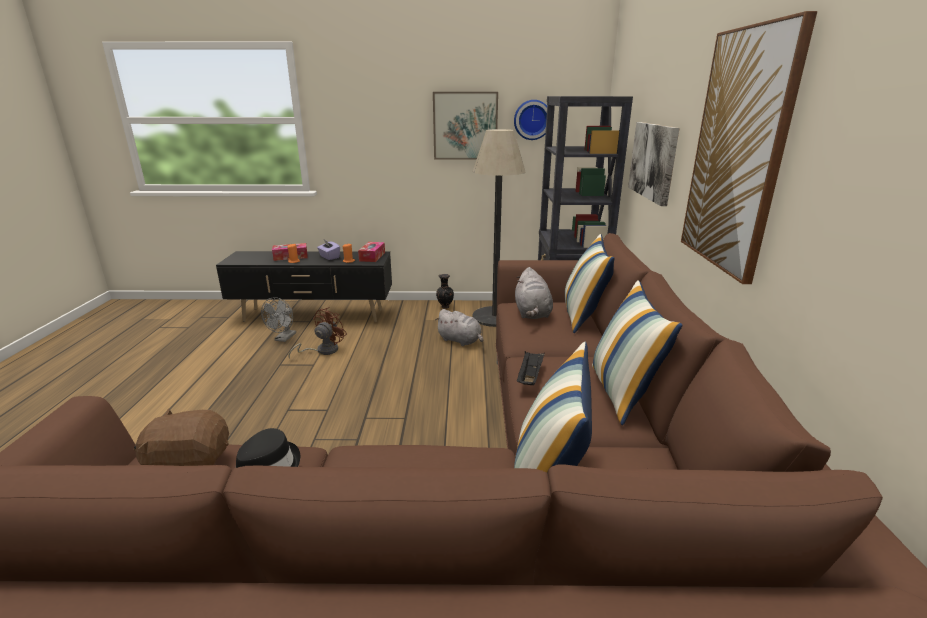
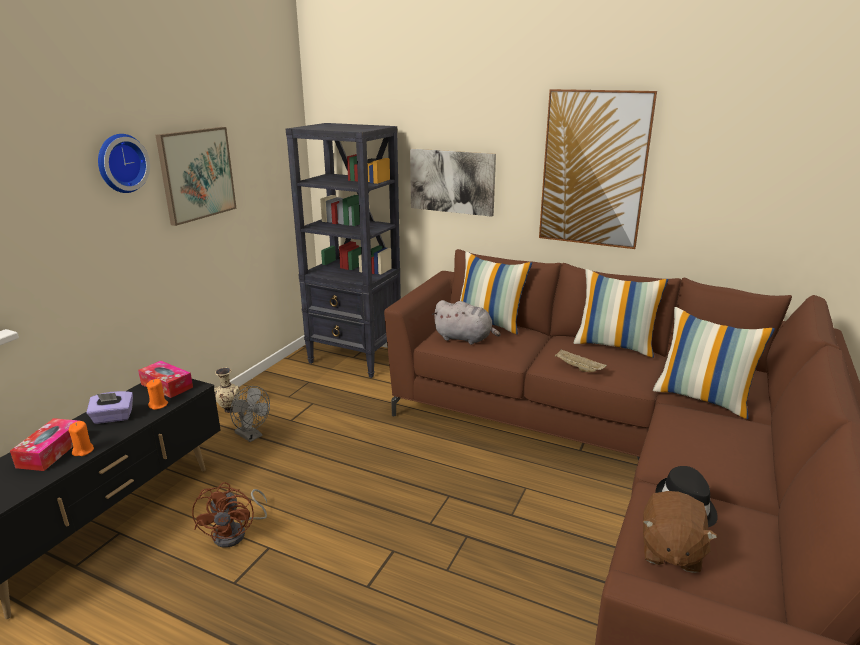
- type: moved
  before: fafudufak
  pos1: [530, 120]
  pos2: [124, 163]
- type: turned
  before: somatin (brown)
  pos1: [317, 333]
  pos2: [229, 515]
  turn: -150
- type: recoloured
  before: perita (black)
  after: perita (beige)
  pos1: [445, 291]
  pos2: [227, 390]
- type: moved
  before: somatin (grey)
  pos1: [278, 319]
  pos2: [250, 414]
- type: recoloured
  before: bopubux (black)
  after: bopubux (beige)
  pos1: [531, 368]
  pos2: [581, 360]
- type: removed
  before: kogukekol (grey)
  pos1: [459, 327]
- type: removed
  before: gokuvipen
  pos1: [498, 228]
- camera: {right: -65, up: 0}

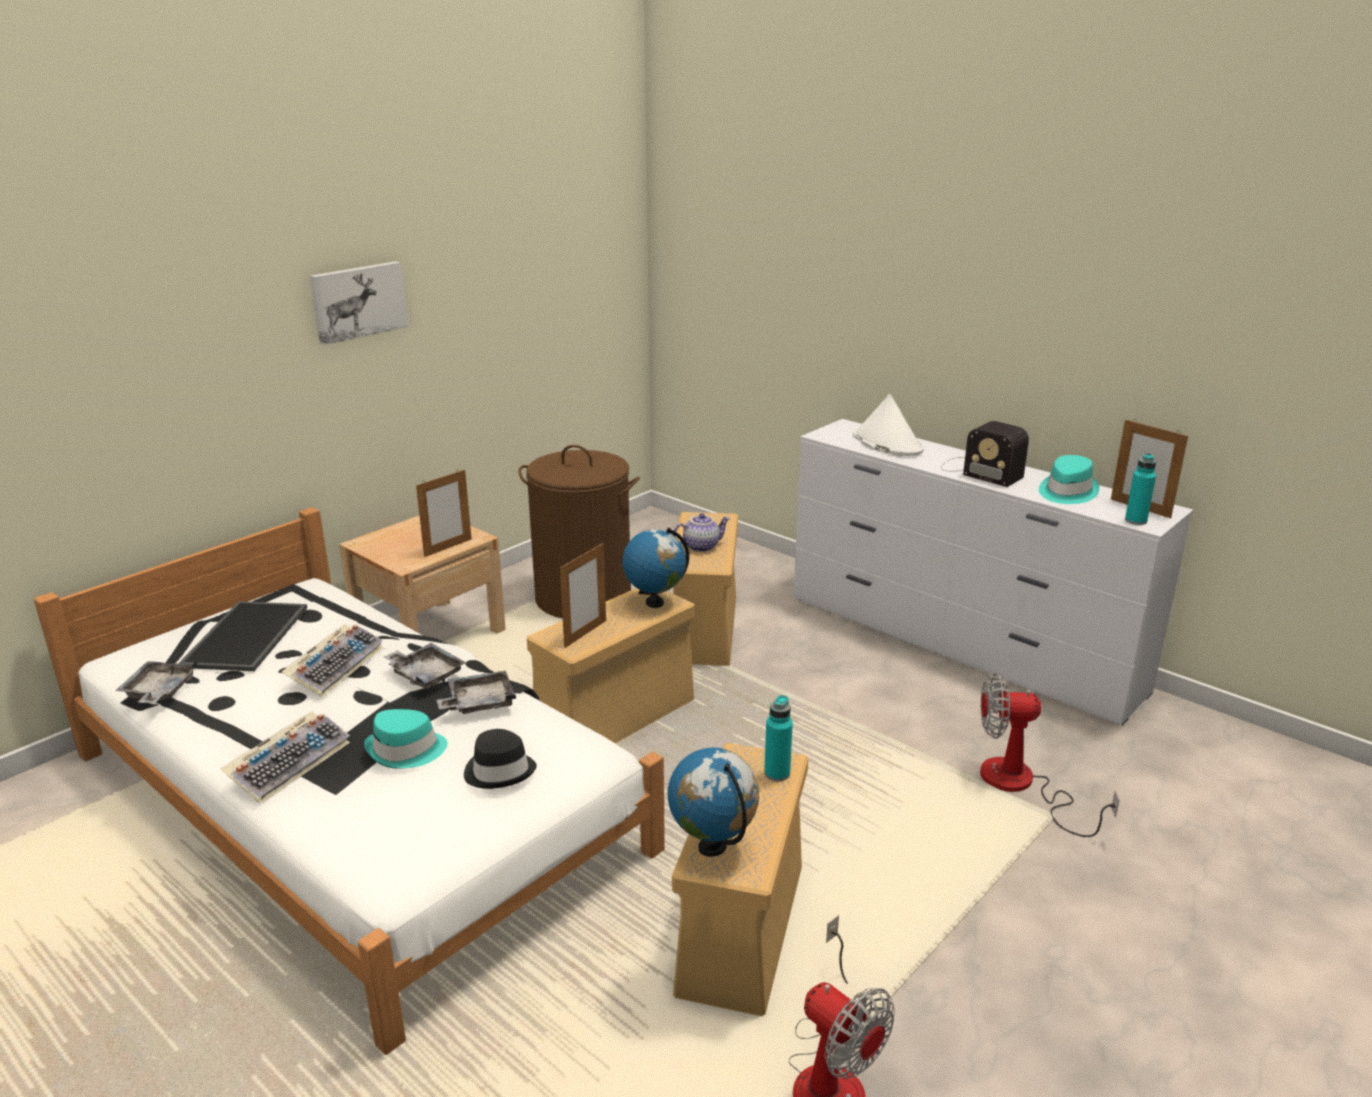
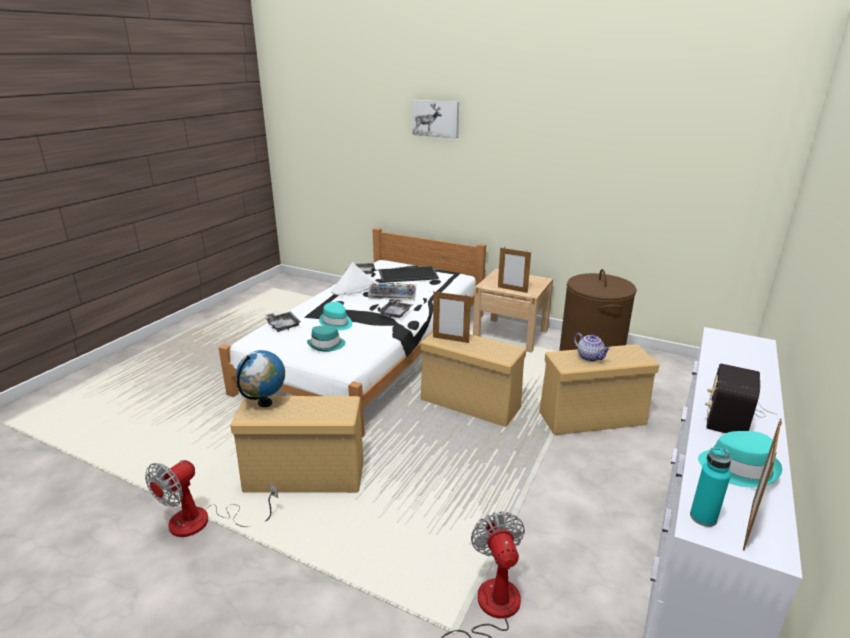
- type: moved
  before: bopubux (grey)
  pos1: [476, 692]
  pos2: [283, 322]
- type: recoloured
  before: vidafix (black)
  after: vidafix (turquoise)
  pos1: [500, 759]
  pos2: [326, 339]
- type: moved
  before: vidafix (white)
  pos1: [888, 425]
  pos2: [353, 278]
- type: moved
  before: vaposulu
  pos1: [359, 303]
  pos2: [435, 119]
- type: removed
  before: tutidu
  pos1: [285, 757]
- type: removed
  before: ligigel
  pos1: [656, 568]
- type: removed
  before: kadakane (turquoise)
  pos1: [778, 738]
- camera: {right: 75, up: 0}

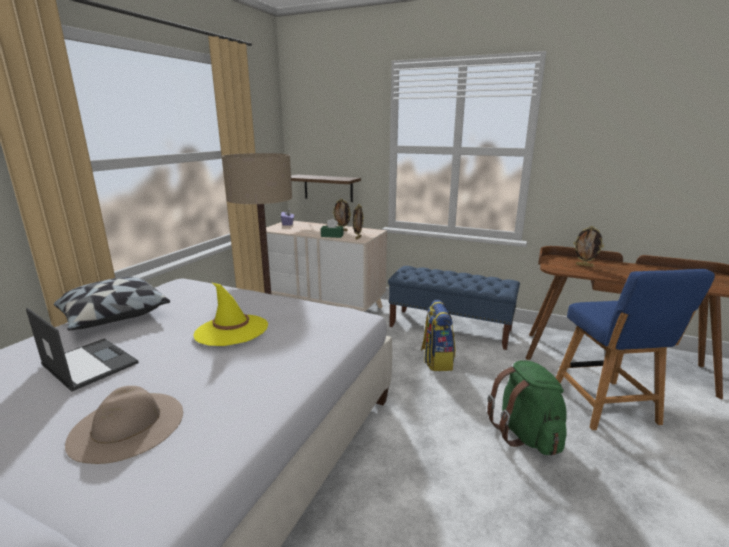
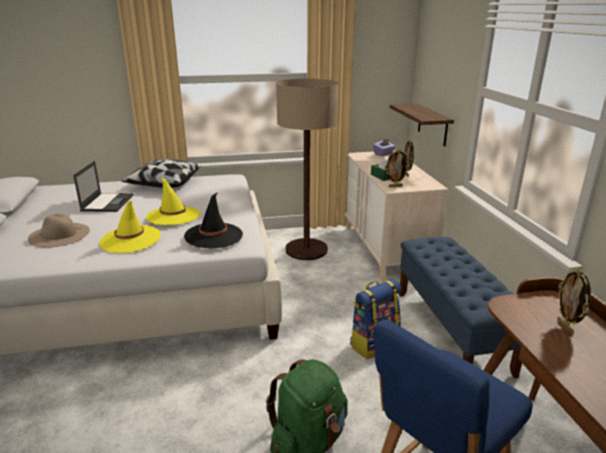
- type: added
  after: vidafix (yellow)
  pos2: [130, 227]
- type: added
  after: vidafix (black)
  pos2: [213, 220]
- camera: {right: 55, up: 5}

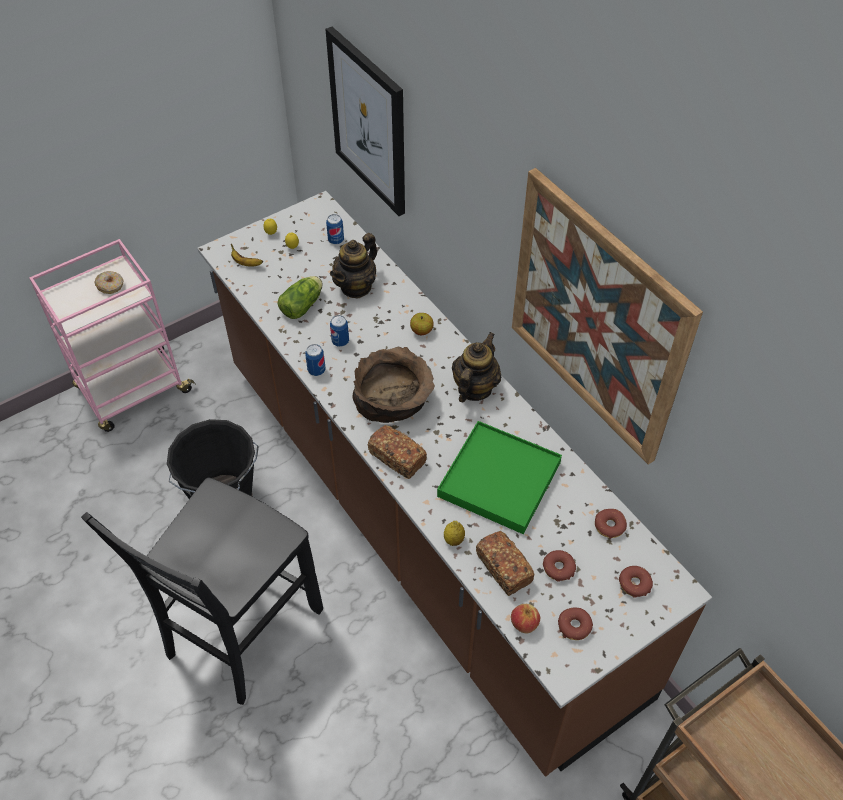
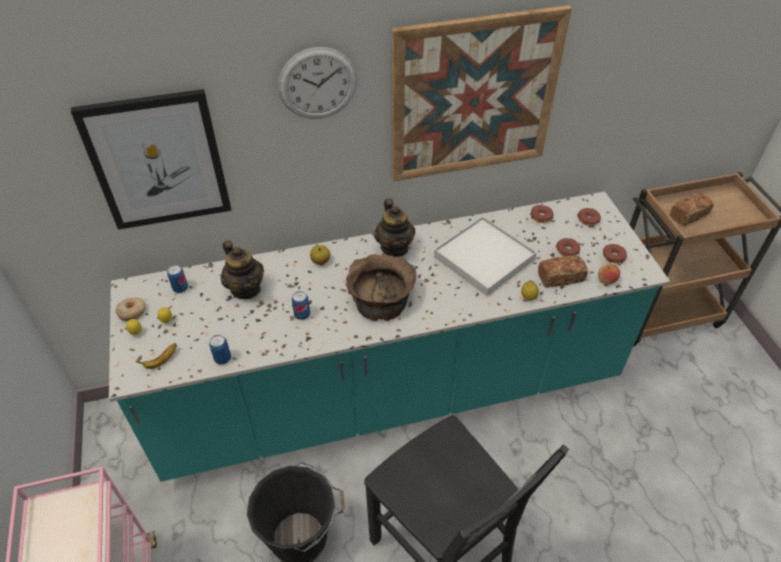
- type: recoloured
  before: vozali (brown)
  after: vozali (turquoise)
  pos1: [454, 484]
  pos2: [389, 336]
- type: moved
  before: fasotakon
  pos1: [109, 282]
  pos2: [130, 309]
- type: moved
  before: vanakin
  pos1: [315, 360]
  pos2: [220, 350]
- type: added
  after: fafudufak
  pos2: [317, 83]
- type: turned
  before: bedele
  pos1: [476, 367]
  pos2: [394, 227]
  turn: -150
- type: recoloured
  before: bopubux (green)
  after: bopubux (white)
  pos1: [499, 477]
  pos2: [485, 256]
- type: moved
  before: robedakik
  pos1: [397, 452]
  pos2: [692, 209]
- type: removed
  before: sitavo
  pos1: [300, 297]
- camera: {right: -70, up: -5}

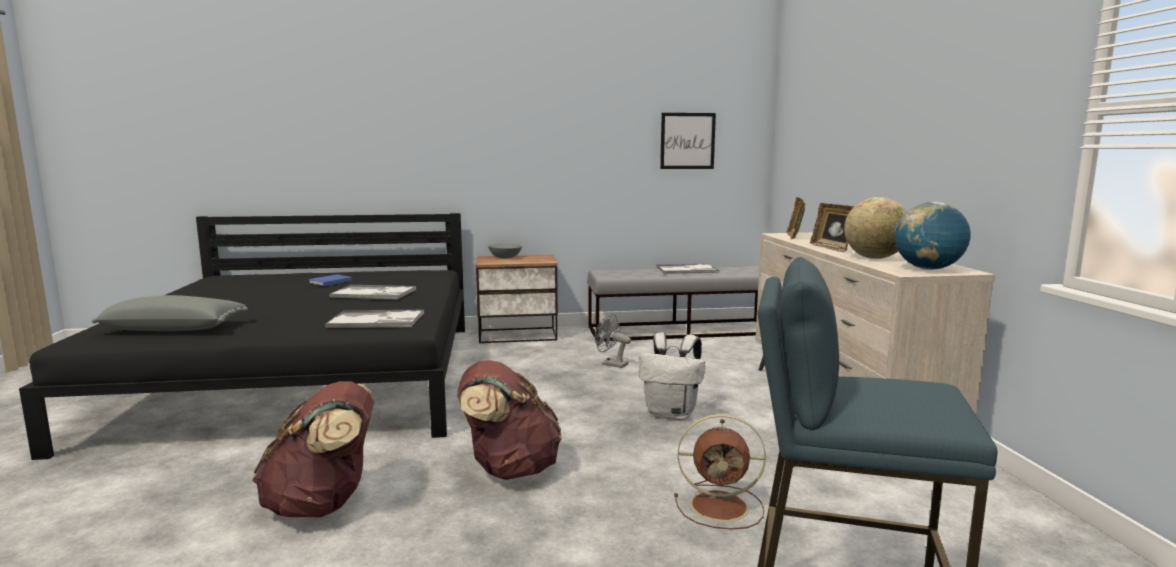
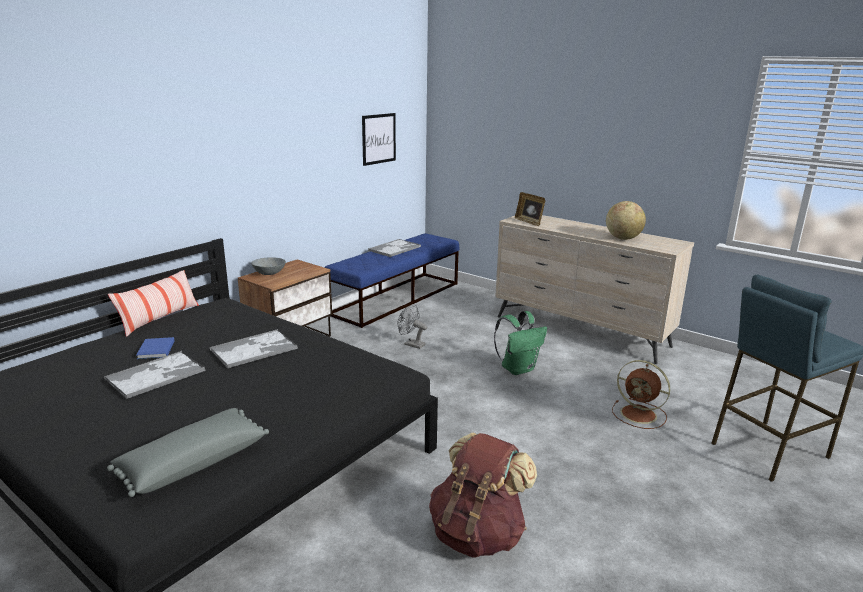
- type: moved
  before: bopubux
  pos1: [374, 319]
  pos2: [154, 375]
- type: added
  after: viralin
  pos2: [153, 303]
- type: recoloured
  before: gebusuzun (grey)
  after: gebusuzun (blue)
  pos1: [673, 303]
  pos2: [391, 280]
- type: turned
  before: somatin (grey)
  pos1: [613, 341]
  pos2: [412, 327]
  turn: 45
- type: recoloured
  before: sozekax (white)
  after: sozekax (green)
  pos1: [672, 376]
  pos2: [520, 343]
- type: turned
  before: somatin (brown)
  pos1: [720, 472]
  pos2: [641, 394]
  turn: 75
- type: removed
  before: sozekax (brown)
  pos1: [509, 420]
- type: removed
  before: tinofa
  pos1: [832, 227]
- type: removed
  before: ligigel
  pos1: [932, 236]
- camera: {right: -45, up: 10}

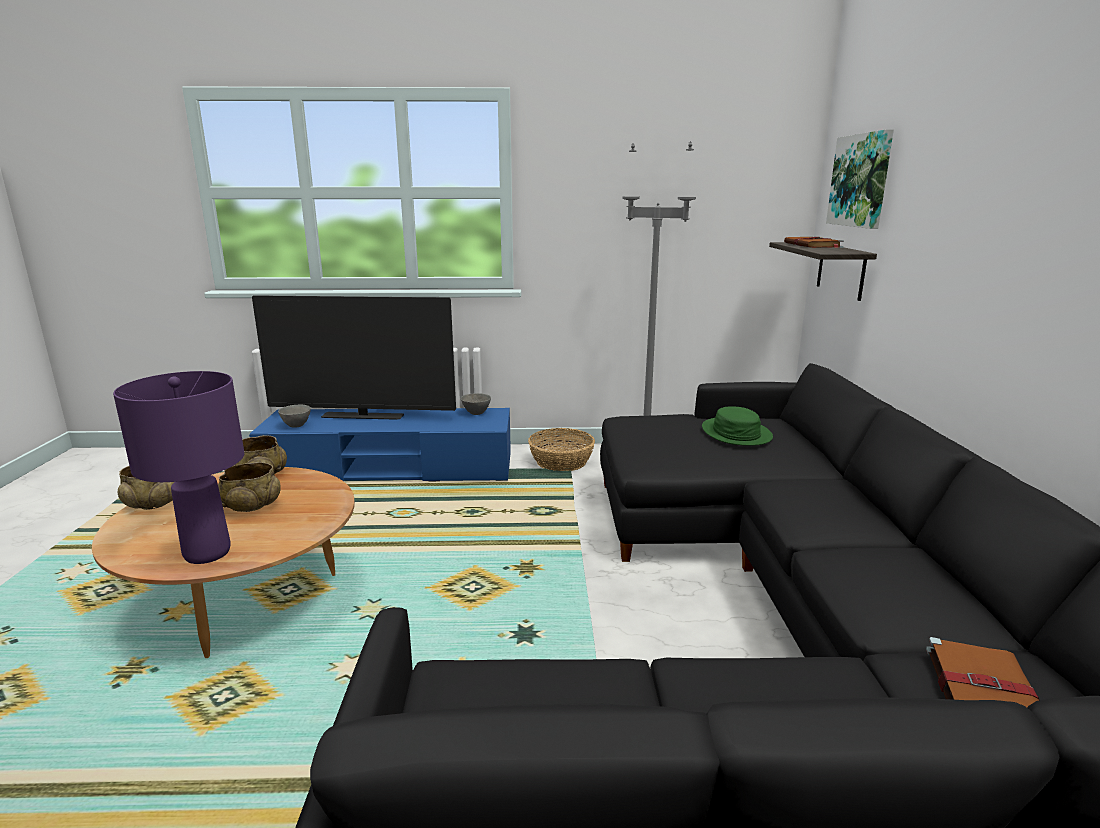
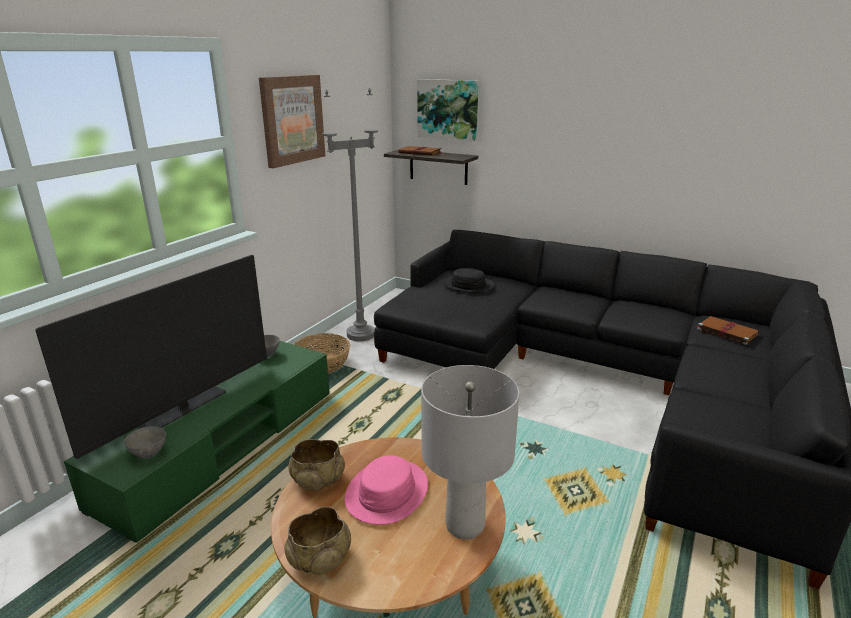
- type: recoloured
  before: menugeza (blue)
  after: menugeza (green)
  pos1: [380, 444]
  pos2: [197, 441]
- type: added
  after: vaposulu
  pos2: [292, 121]
- type: replaced
  before: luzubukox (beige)
  after: vidafix (pink)
  pos1: [249, 487]
  pos2: [386, 490]
- type: recoloured
  before: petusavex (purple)
  after: petusavex (grey)
  pos1: [178, 467]
  pos2: [470, 452]
- type: recoloured
  before: vidafix (green)
  after: vidafix (black)
  pos1: [737, 426]
  pos2: [468, 280]
- camera: {right: -60, up: 5}

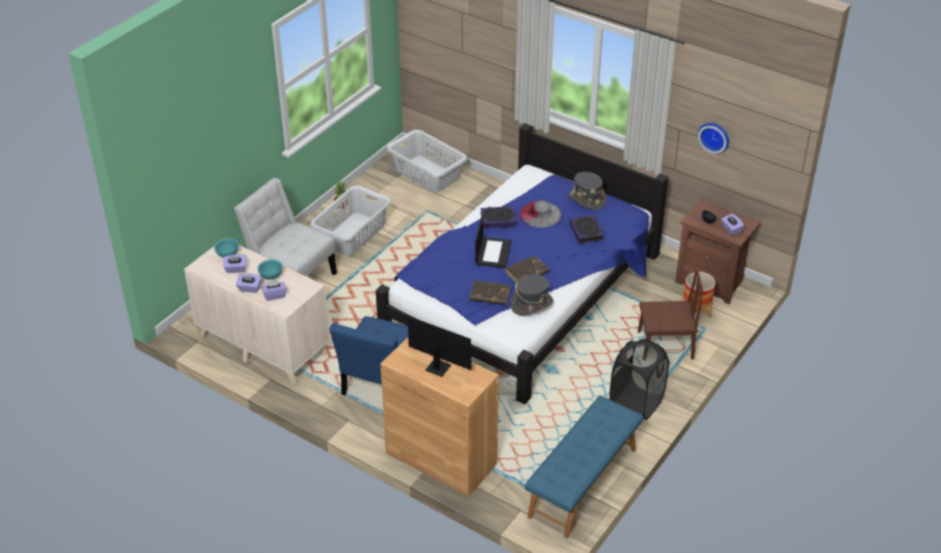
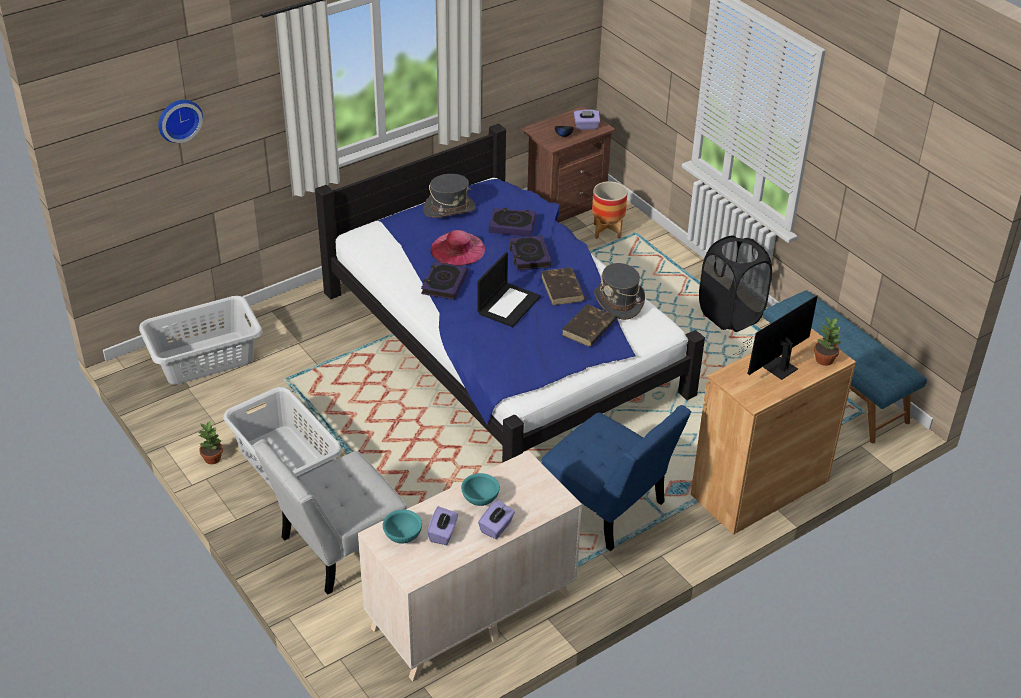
- type: moved
  before: fafudufak
  pos1: [713, 138]
  pos2: [180, 121]
- type: recoloured
  before: vidafix (grey)
  after: vidafix (pink)
  pos1: [541, 214]
  pos2: [458, 248]
- type: turned
  before: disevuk
  pos1: [493, 241]
  pos2: [509, 289]
  turn: 90
- type: added
  after: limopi
  pos2: [530, 253]
- type: added
  after: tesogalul
  pos2: [827, 342]
- type: removed
  before: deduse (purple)
  pos1: [274, 290]
- type: removed
  before: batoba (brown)
  pos1: [670, 314]
- camera: {right: -70, up: 0}

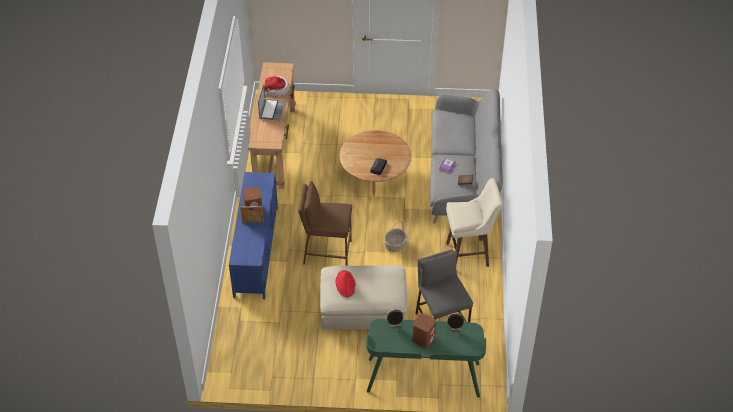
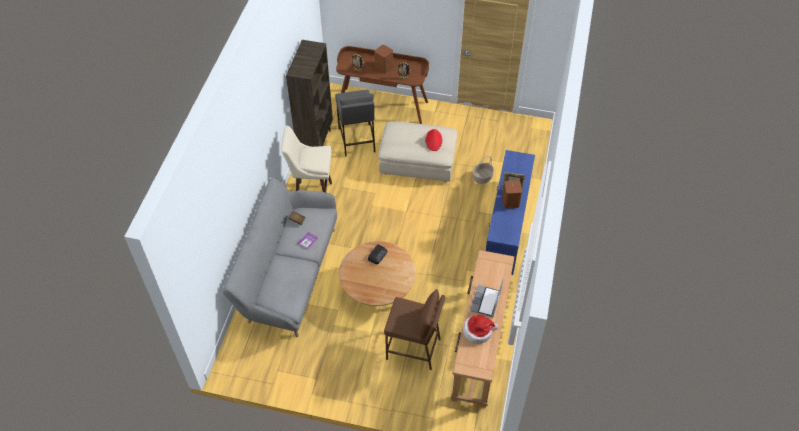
- type: added
  after: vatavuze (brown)
  pos2: [309, 93]
- type: recoloured
  before: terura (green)
  after: terura (brown)
  pos1: [426, 358]
  pos2: [382, 85]
- type: moved
  before: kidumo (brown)
  pos1: [325, 223]
  pos2: [414, 329]
- type: moved
  before: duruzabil
  pos1: [395, 236]
  pos2: [483, 170]
- camera: {right: -170, up: 5}

